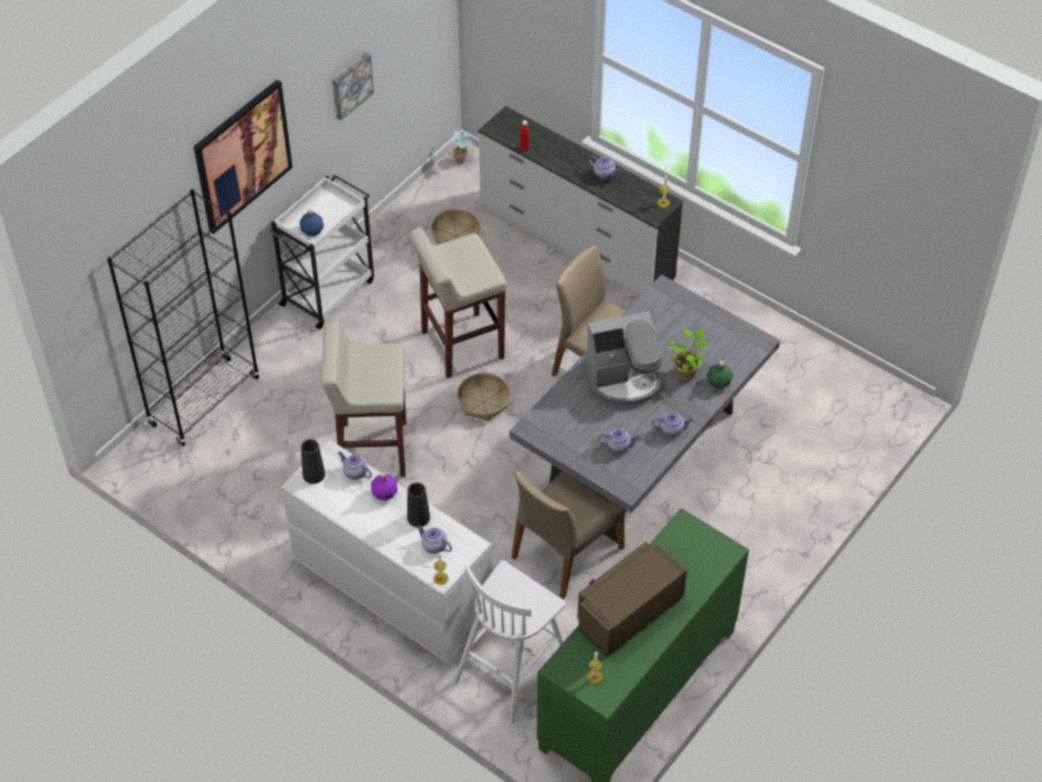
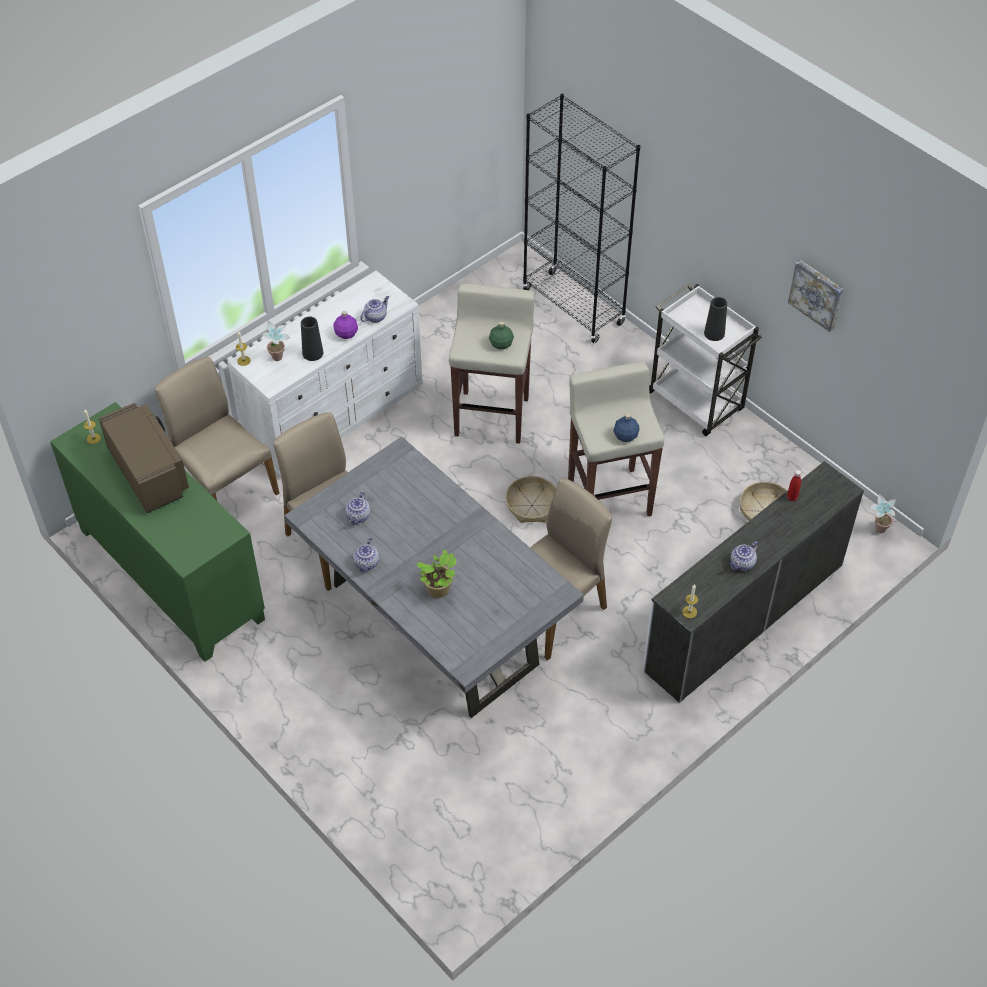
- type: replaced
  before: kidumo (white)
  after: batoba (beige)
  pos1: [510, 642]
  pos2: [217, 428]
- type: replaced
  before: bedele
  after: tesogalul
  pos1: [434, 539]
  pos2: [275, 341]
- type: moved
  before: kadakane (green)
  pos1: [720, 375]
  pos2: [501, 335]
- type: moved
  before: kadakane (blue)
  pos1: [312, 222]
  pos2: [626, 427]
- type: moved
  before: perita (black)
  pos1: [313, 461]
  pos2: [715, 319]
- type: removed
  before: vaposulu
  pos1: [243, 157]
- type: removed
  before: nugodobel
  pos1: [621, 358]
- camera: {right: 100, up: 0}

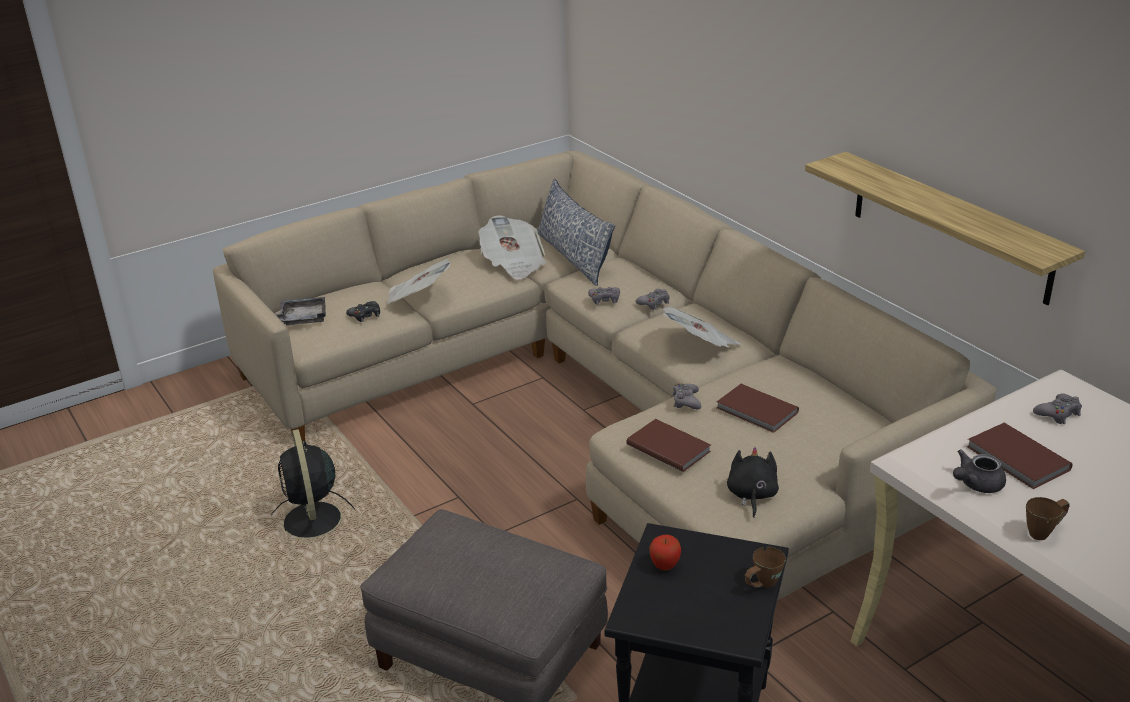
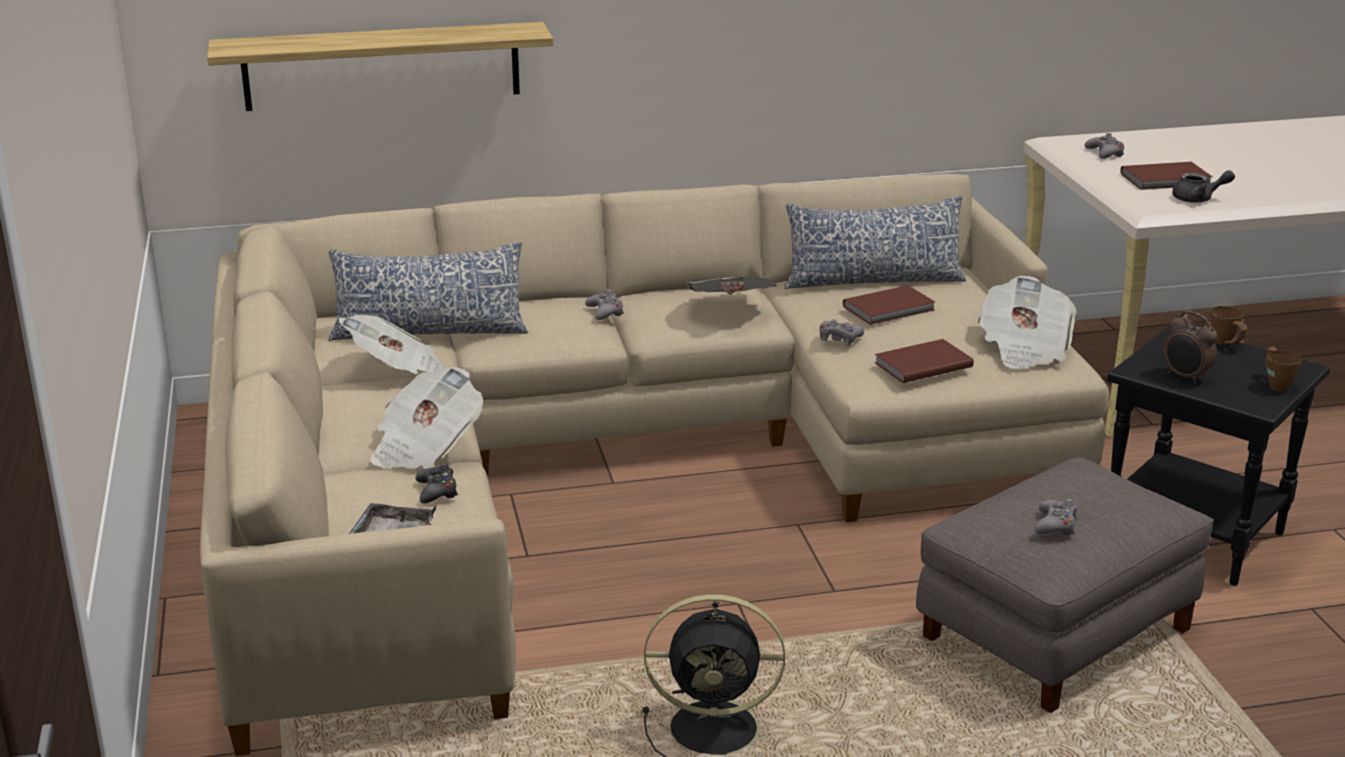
- type: moved
  before: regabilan
  pos1: [945, 229]
  pos2: [380, 66]
- type: added
  after: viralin
  pos2: [875, 242]
- type: replaced
  before: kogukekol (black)
  after: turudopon
  pos1: [753, 482]
  pos2: [1027, 322]
- type: moved
  before: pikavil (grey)
  pos1: [604, 296]
  pos2: [1055, 517]
- type: replaced
  before: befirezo
  after: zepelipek
  pos1: [665, 553]
  pos2: [1190, 347]
- type: turned
  before: bedele (grey)
  pos1: [979, 471]
  pos2: [1203, 186]
  turn: -75
- type: moved
  before: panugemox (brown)
  pos1: [1048, 518]
  pos2: [1283, 369]
- camera: {right: -70, up: -5}

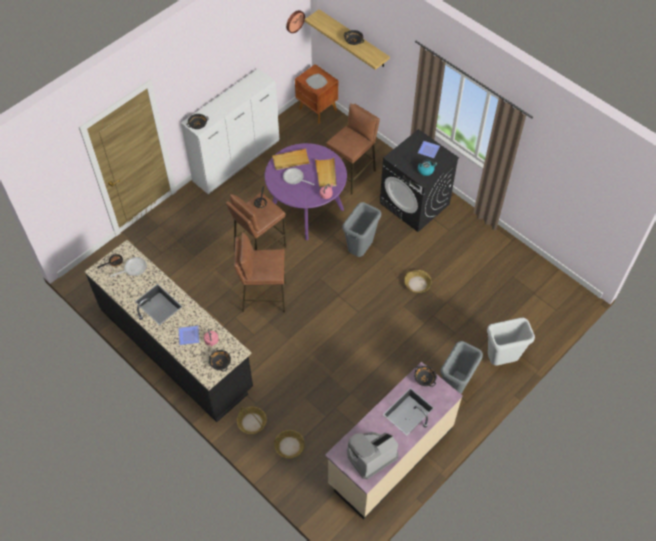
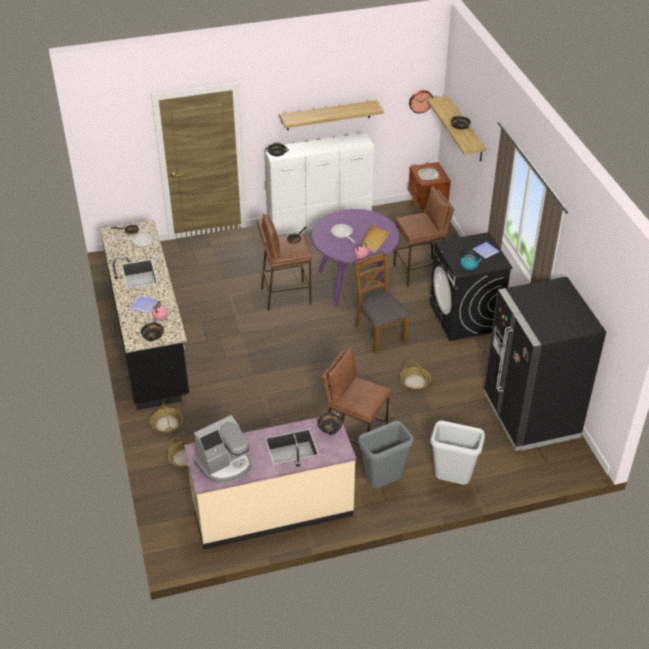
- type: turned
  before: nugodobel
  pos1: [372, 455]
  pos2: [223, 449]
  turn: 150
- type: added
  after: regabilan
  pos2: [331, 115]
- type: moved
  before: kidumo (brown)
  pos1: [260, 272]
  pos2: [356, 397]
- type: replaced
  before: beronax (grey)
  after: batoba (brown)
  pos1: [361, 229]
  pos2: [382, 302]
- type: added
  after: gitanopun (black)
  pos2: [545, 364]
- type: removed
  before: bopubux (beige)
  pos1: [291, 159]
- camera: {right: 30, up: -15}

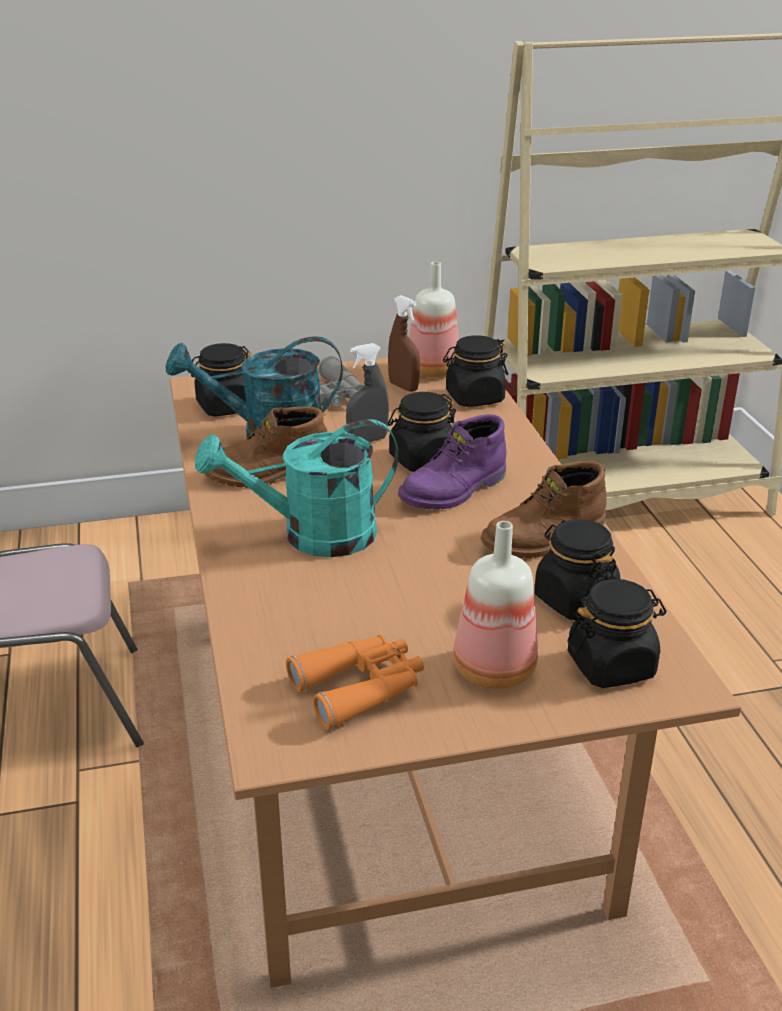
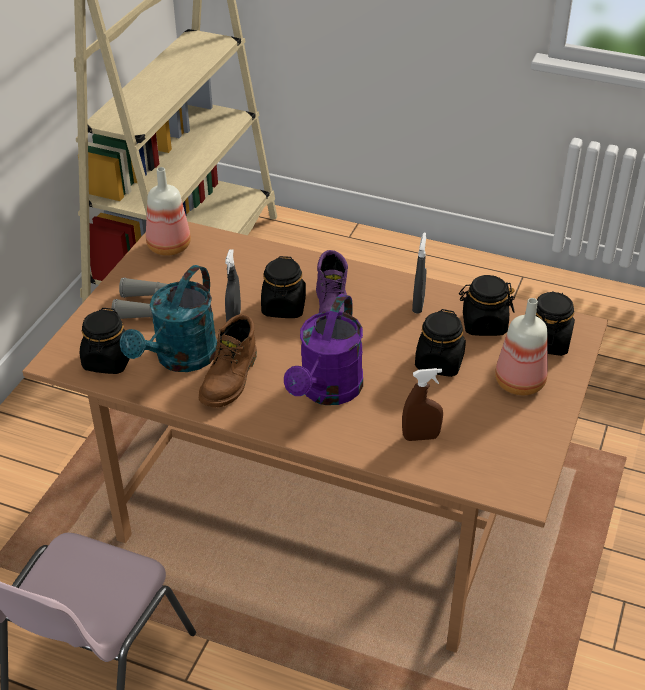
- type: recoloured
  before: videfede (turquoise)
  after: videfede (purple)
  pos1: [297, 488]
  pos2: [323, 349]
- type: moved
  before: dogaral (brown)
  pos1: [404, 343]
  pos2: [422, 404]
- type: replaced
  before: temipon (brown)
  after: dogaral (grey)
  pos1: [544, 509]
  pos2: [419, 273]
- type: moved
  before: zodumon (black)
  pos1: [475, 371]
  pos2: [440, 343]
- type: removed
  before: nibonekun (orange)
  pos1: [355, 682]
- camera: {right: -55, up: 10}

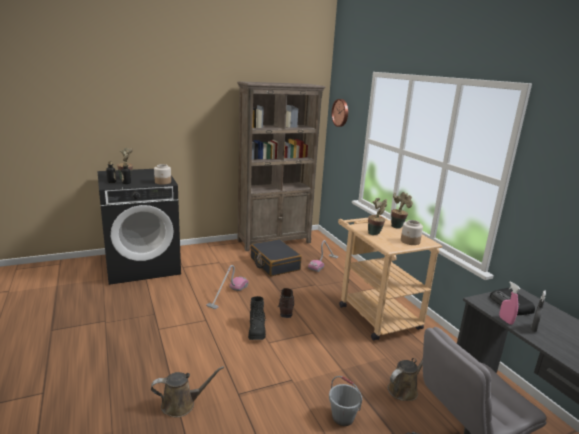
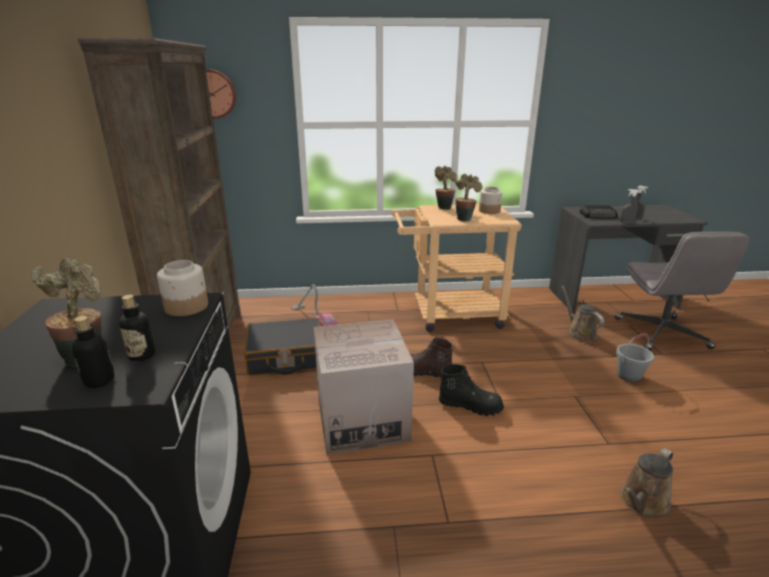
- type: replaced
  before: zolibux
  after: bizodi
  pos1: [227, 287]
  pos2: [364, 387]
- type: turned
  before: videfede (brown)
  pos1: [187, 392]
  pos2: [646, 483]
  turn: -135
- type: recoloured
  before: dogaral (pink)
  after: dogaral (grey)
  pos1: [509, 303]
  pos2: [630, 206]
- camera: {right: -70, up: 5}

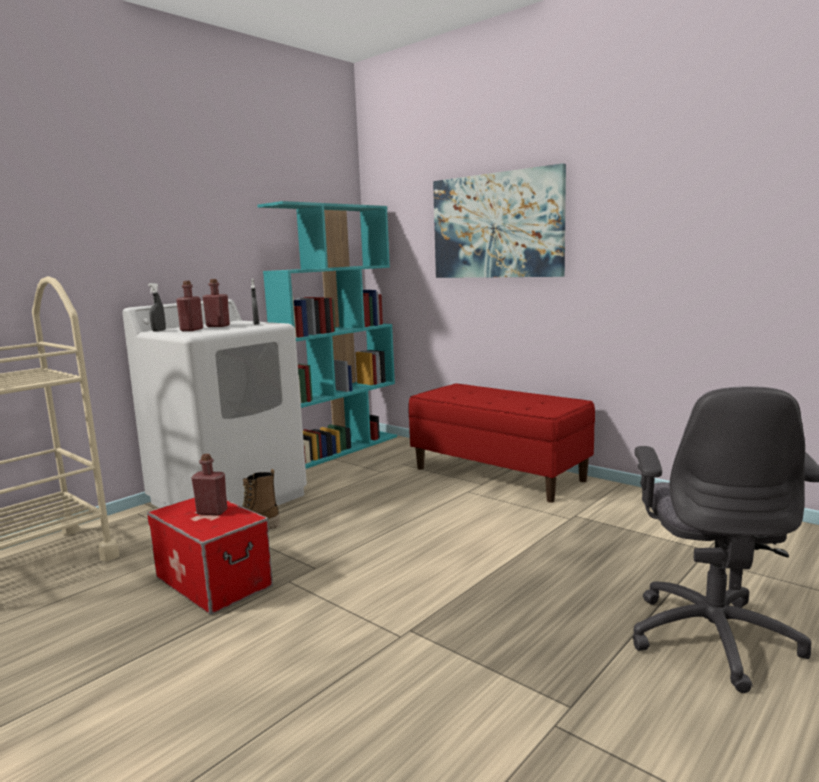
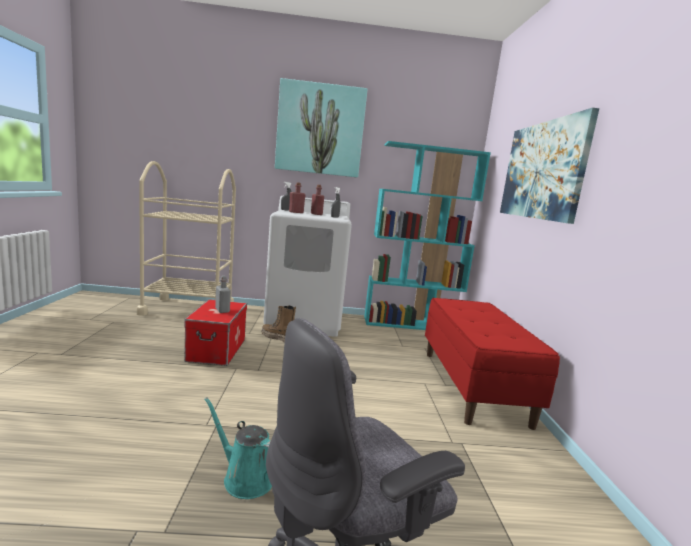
- type: added
  after: videfede (turquoise)
  pos2: [238, 448]
- type: recoloured
  before: kadakane (red)
  after: kadakane (grey)
  pos1: [210, 485]
  pos2: [223, 294]
- type: added
  after: vaposulu
  pos2: [321, 127]
- camera: {right: 45, up: 0}

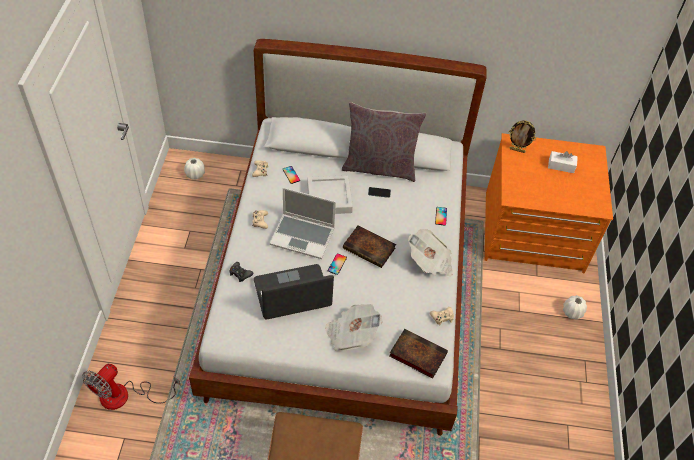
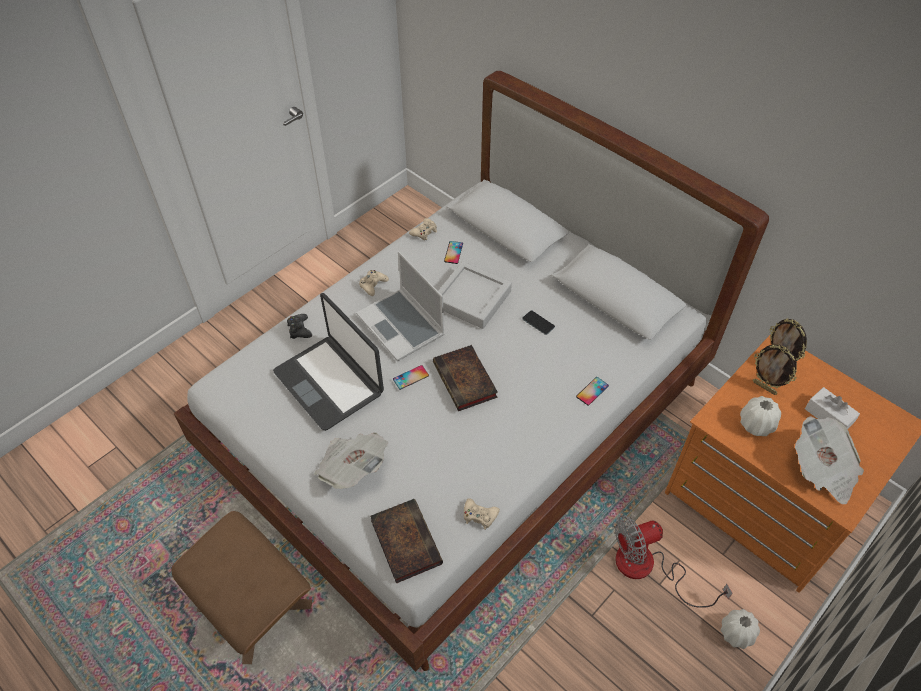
- type: turned
  before: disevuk
  pos1: [294, 292]
  pos2: [328, 362]
  turn: -150
- type: moved
  before: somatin
  pos1: [131, 387]
  pos2: [673, 561]
- type: moved
  before: perita (white)
  pos1: [194, 169]
  pos2: [760, 416]
- type: added
  after: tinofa
  pos2: [775, 369]
- type: moved
  before: turudopon
  pos1: [430, 252]
  pos2: [829, 460]
- type: removed
  before: viralin (grey)
  pos1: [384, 142]
- camera: {right: 40, up: 0}

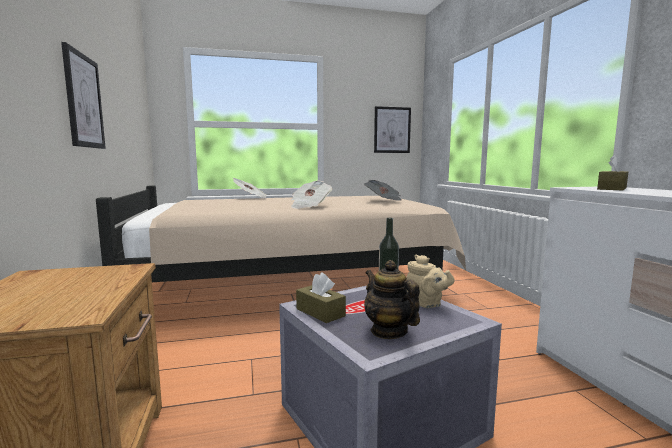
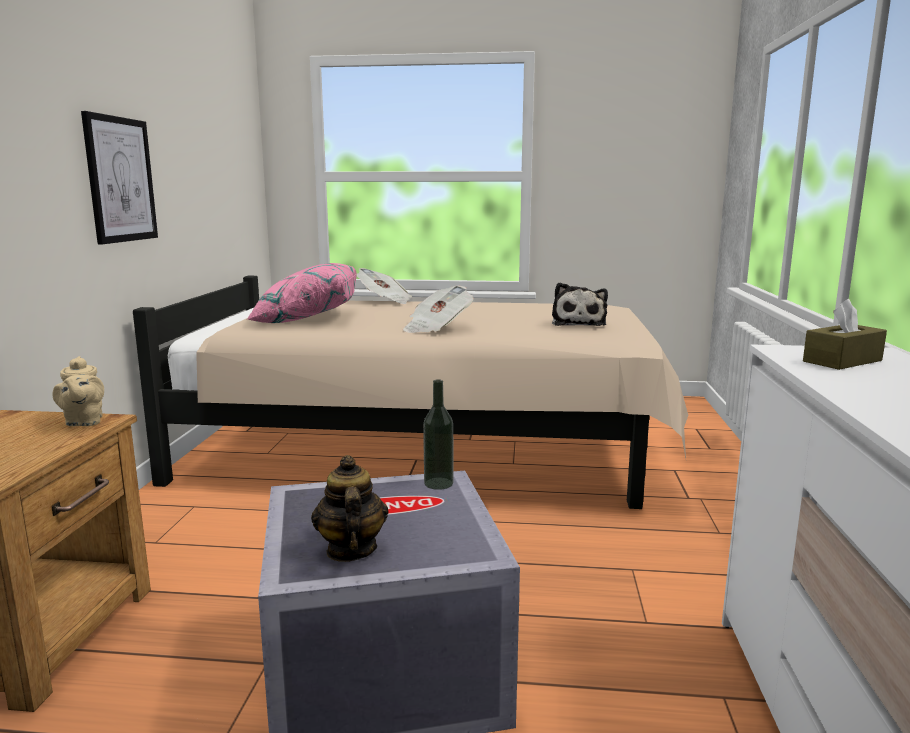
- type: moved
  before: bedele (beige)
  pos1: [430, 281]
  pos2: [78, 391]
- type: added
  after: viralin (pink)
  pos2: [301, 293]
- type: replaced
  before: turudopon
  after: kogukekol
  pos1: [383, 190]
  pos2: [580, 304]
- type: removed
  before: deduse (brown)
  pos1: [321, 297]
- type: removed
  before: vaposulu
  pos1: [392, 129]
- camera: {right: 20, up: 5}

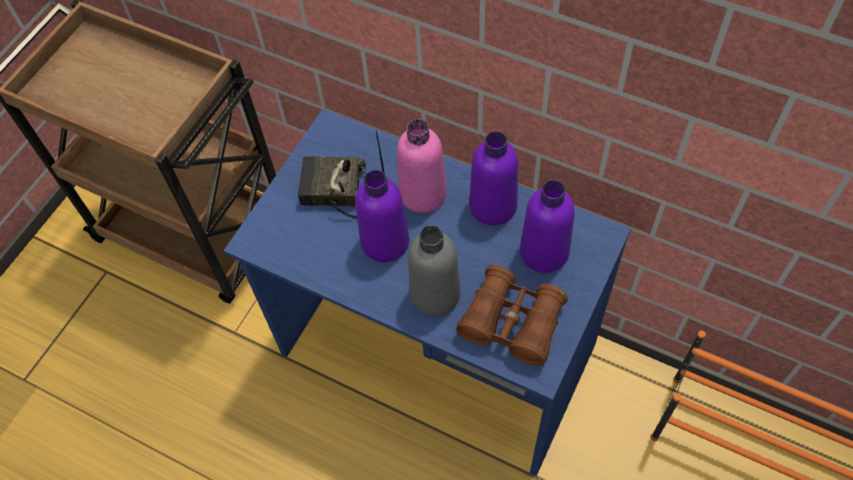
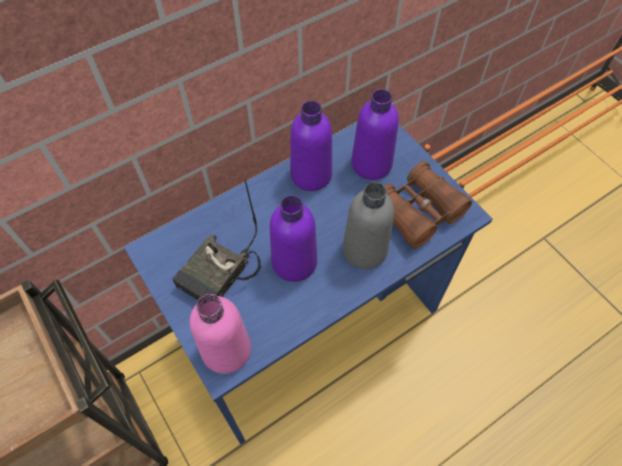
- type: moved
  before: kadakane (pink)
  pos1: [422, 166]
  pos2: [220, 334]
- camera: {right: -65, up: 0}

